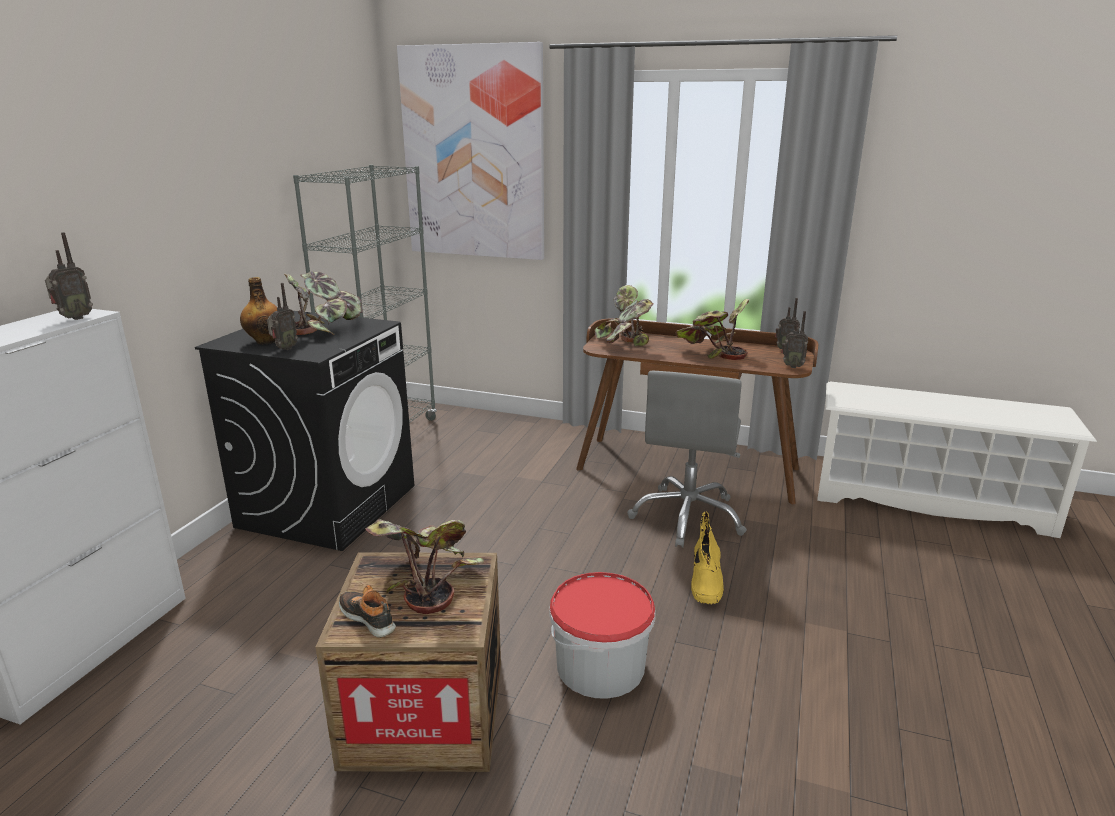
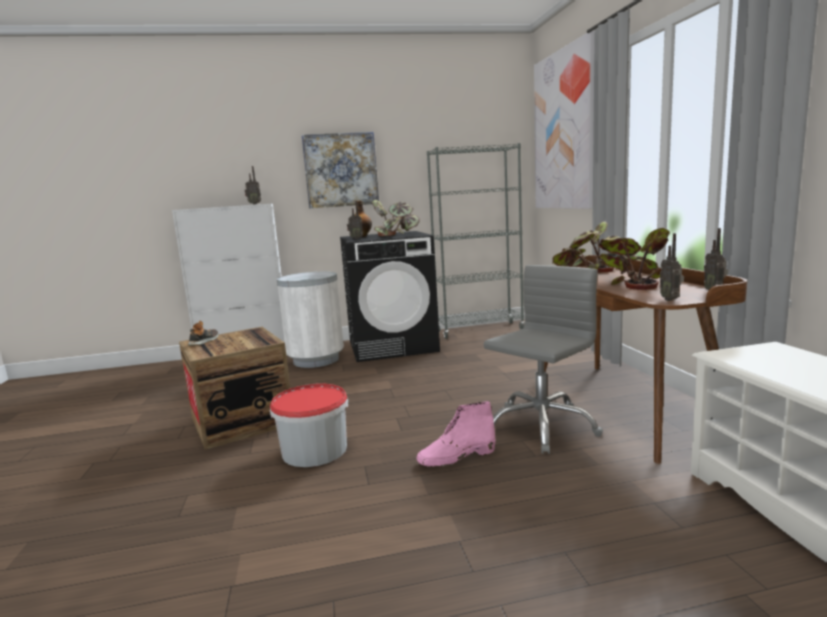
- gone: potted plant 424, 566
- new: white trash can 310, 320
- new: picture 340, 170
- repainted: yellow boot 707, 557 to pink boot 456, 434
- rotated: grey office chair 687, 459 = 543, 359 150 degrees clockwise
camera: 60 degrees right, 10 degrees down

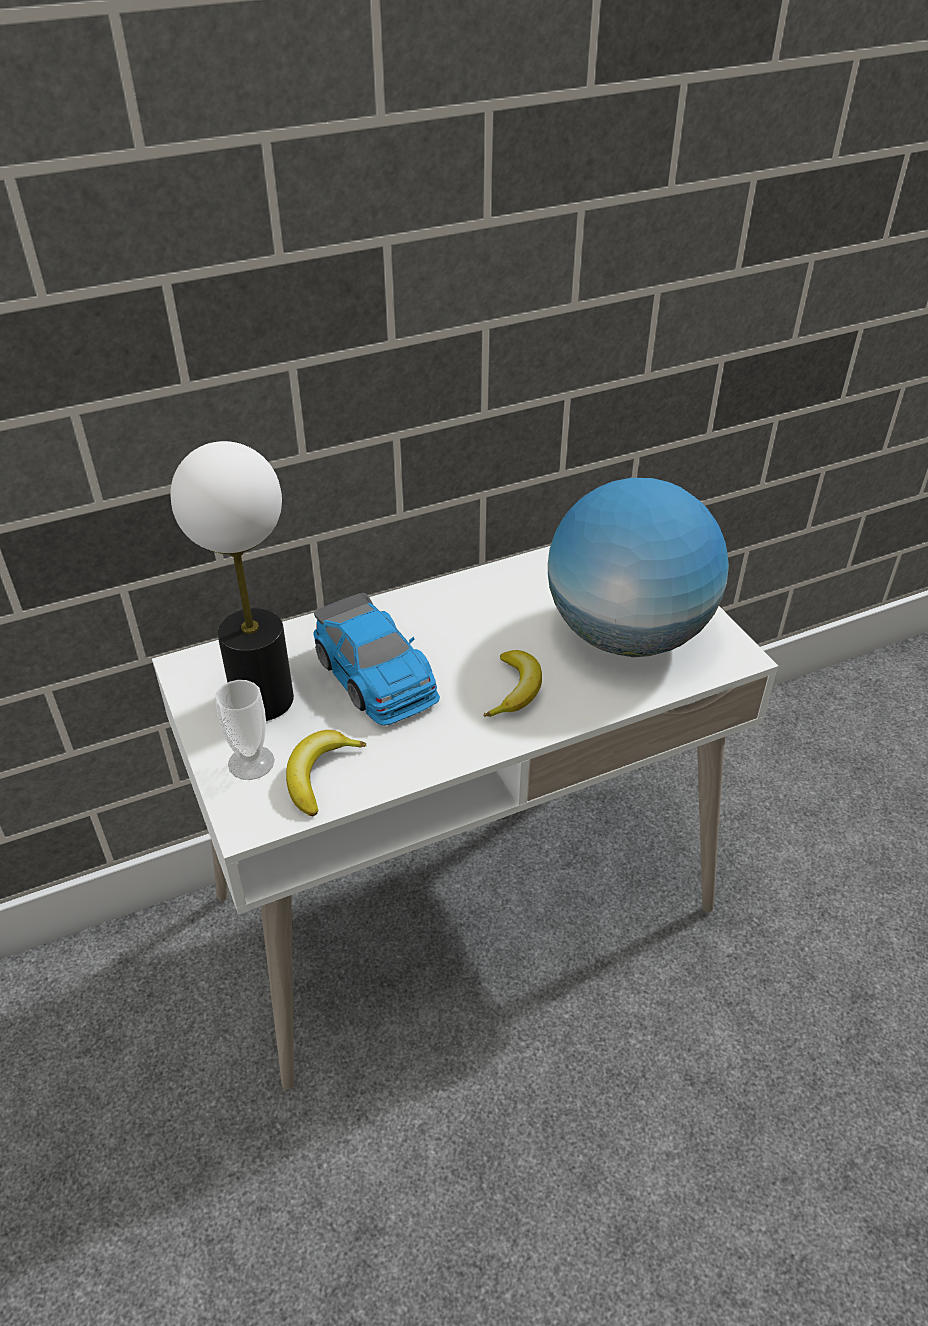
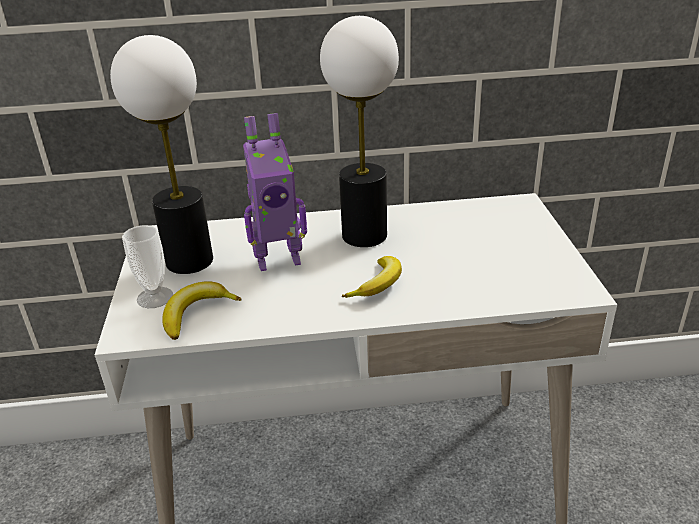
- gone: globe 638, 567
- new: table lamp 359, 131
- swapped: toy car 377, 659 to toy robot 275, 192
camera: 20 degrees right, 10 degrees down

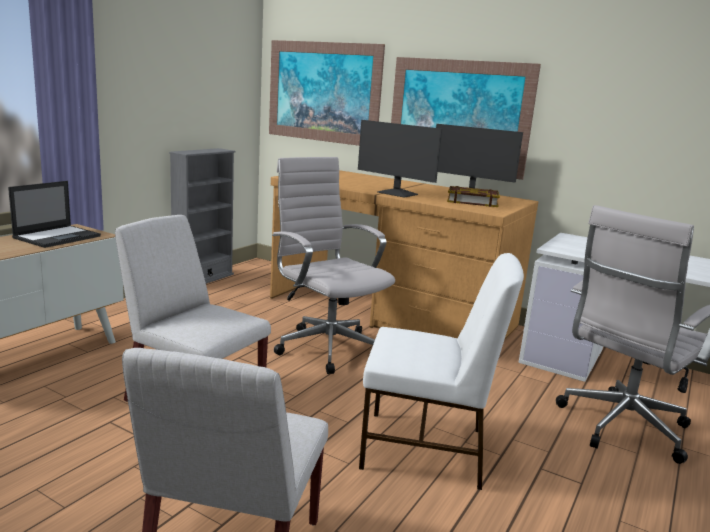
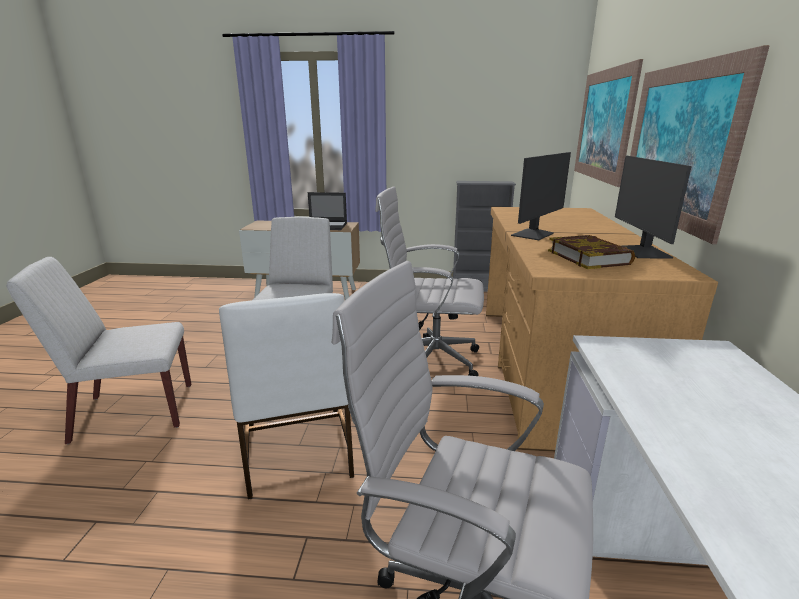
- rotated: white office chair 333, 265 = 429, 281 105 degrees counterclockwise
- rotated: monitor 400, 159 = 541, 196 150 degrees counterclockwise
camera: 65 degrees right, 5 degrees up

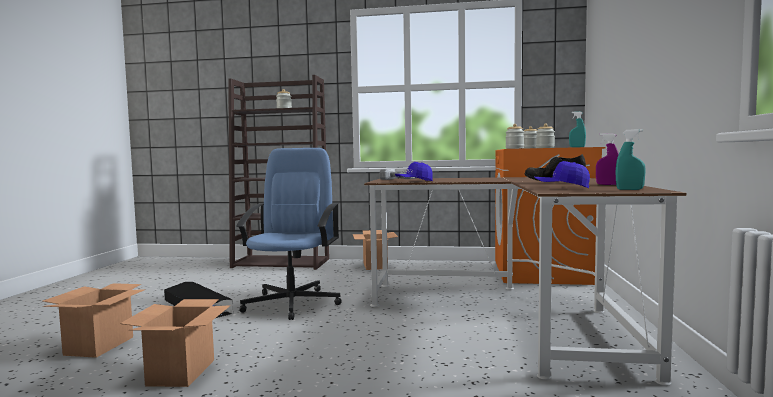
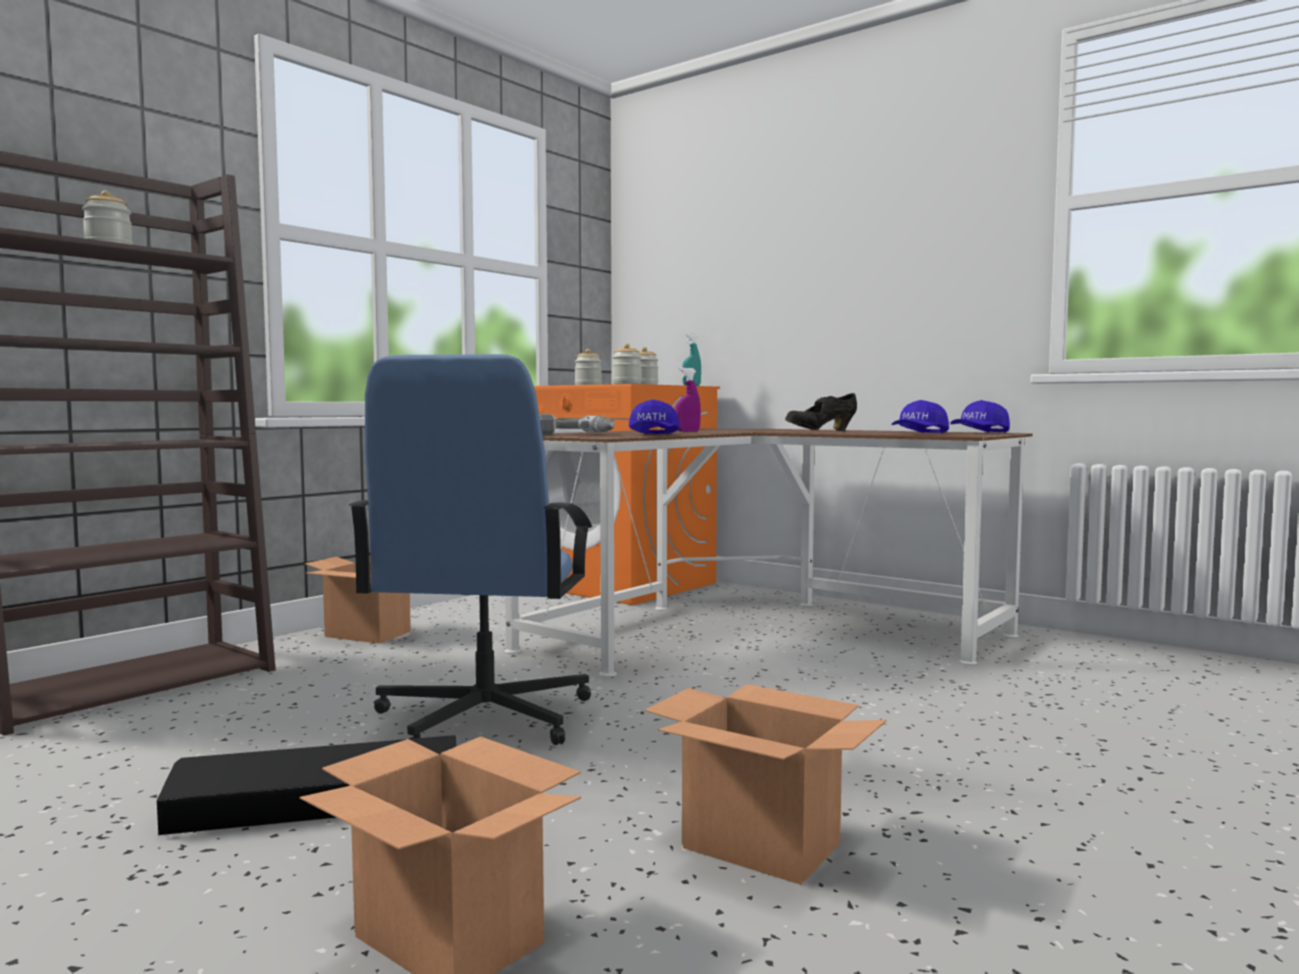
- shifted: purple spray bottle 607, 159 to 688, 400
- swapped: turquoise spray bottle 631, 159 to blue cap 980, 416
- rotated: blue office chair 288, 234 = 470, 549 120 degrees counterclockwise
camera: 60 degrees left, 0 degrees up

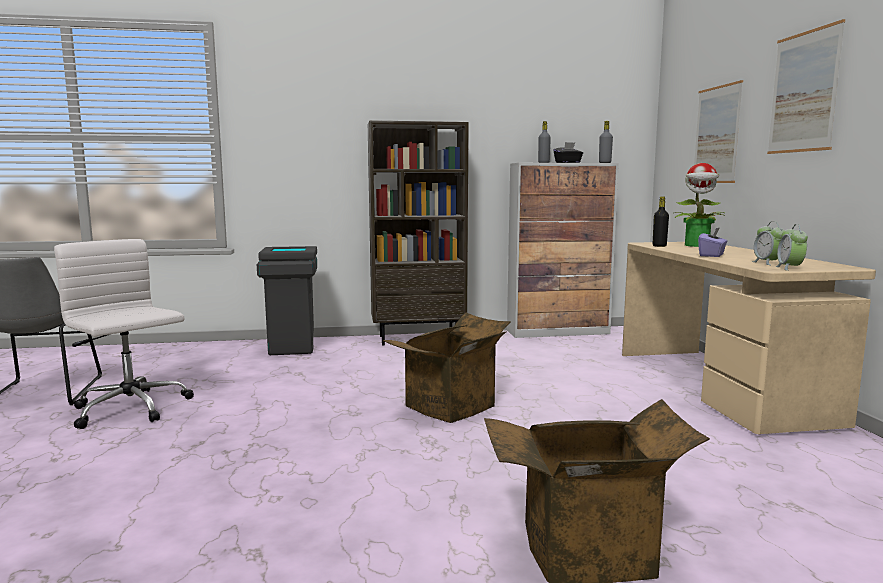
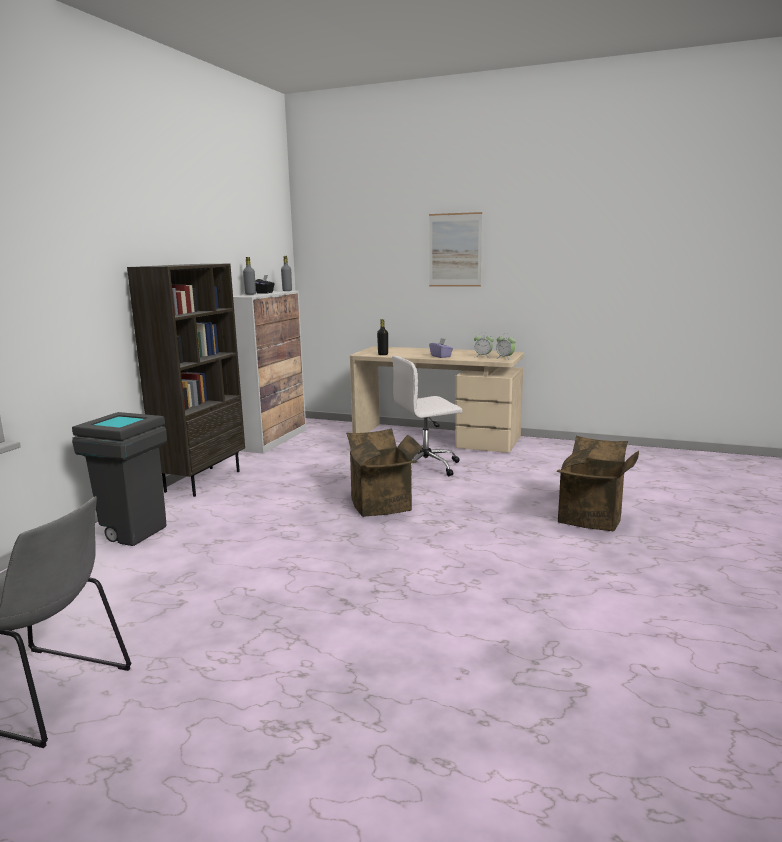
- gone: potted plant 699, 205
- gone: picture 718, 131
- shifted: white office chair 124, 334 to 427, 416
camera: 60 degrees left, 5 degrees up

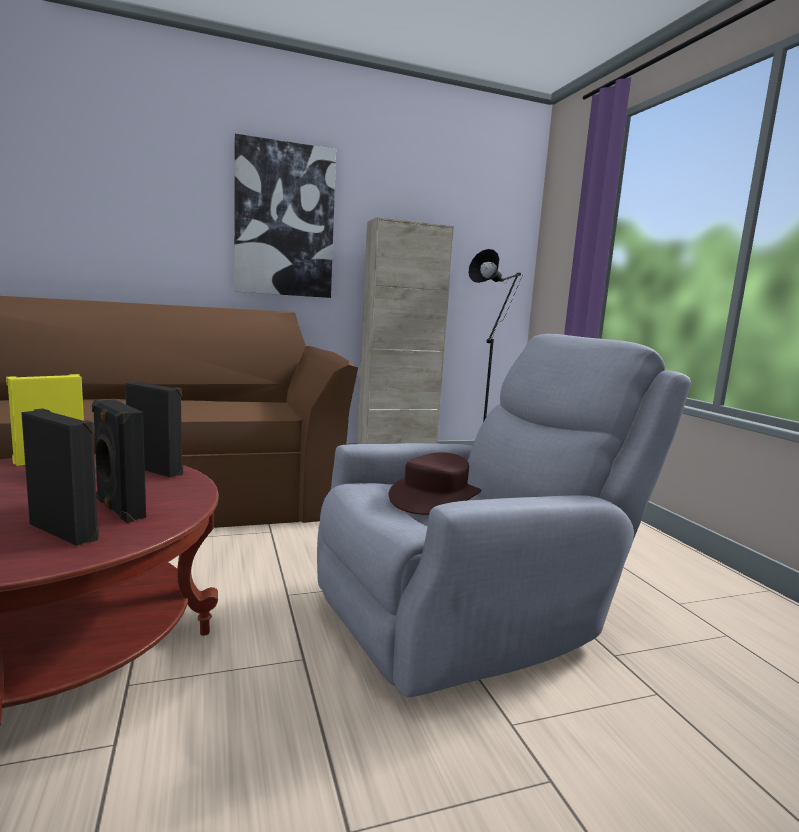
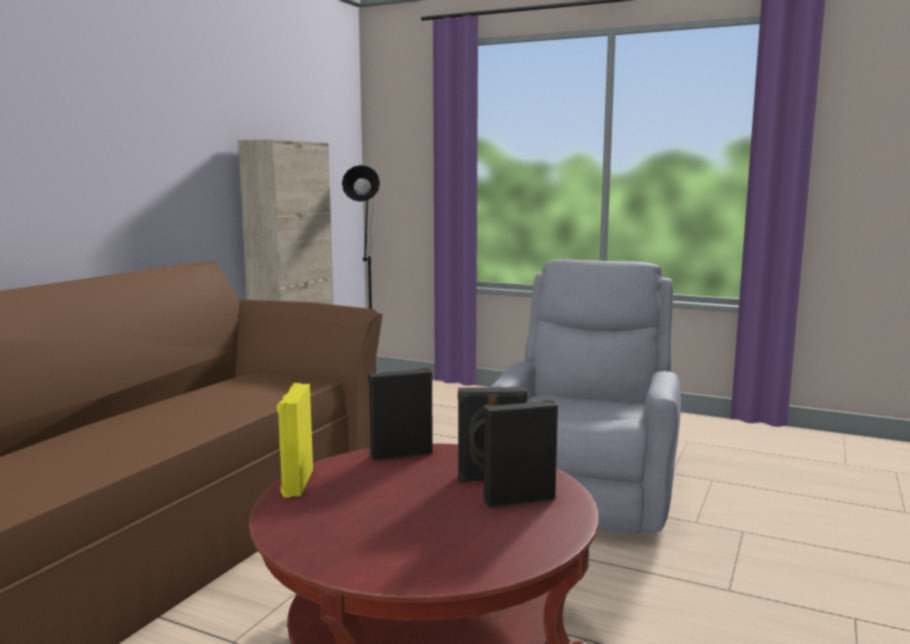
- gone: picture 285, 216
- gone: brown hat 435, 483
camera: 45 degrees left, 0 degrees up

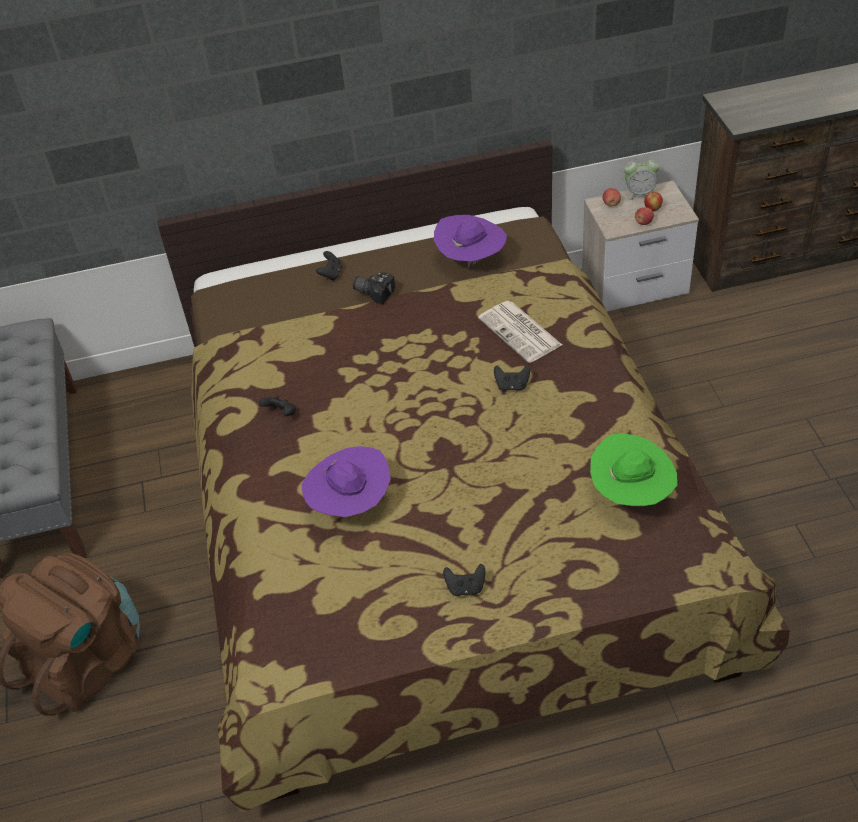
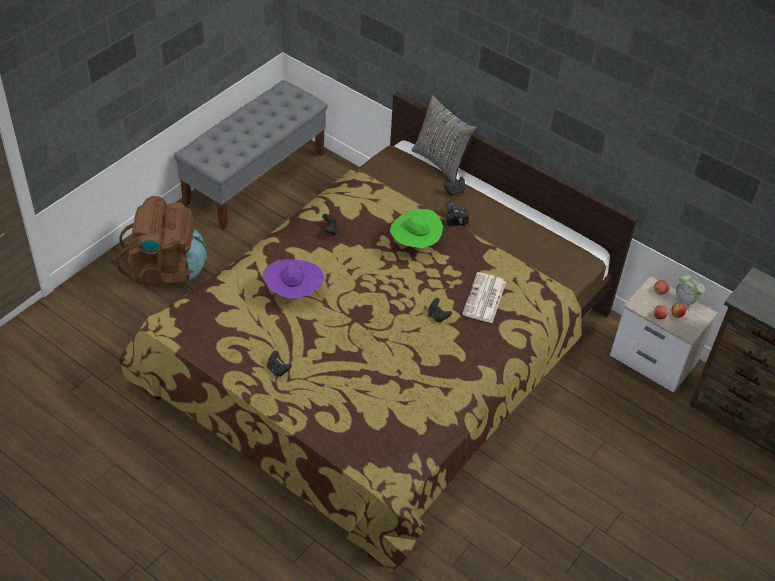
- gone: purple hat 470, 241
- new: grey pillow 444, 139
- shifted: green hat 633, 469 to 416, 228
camera: 45 degrees right, 0 degrees up

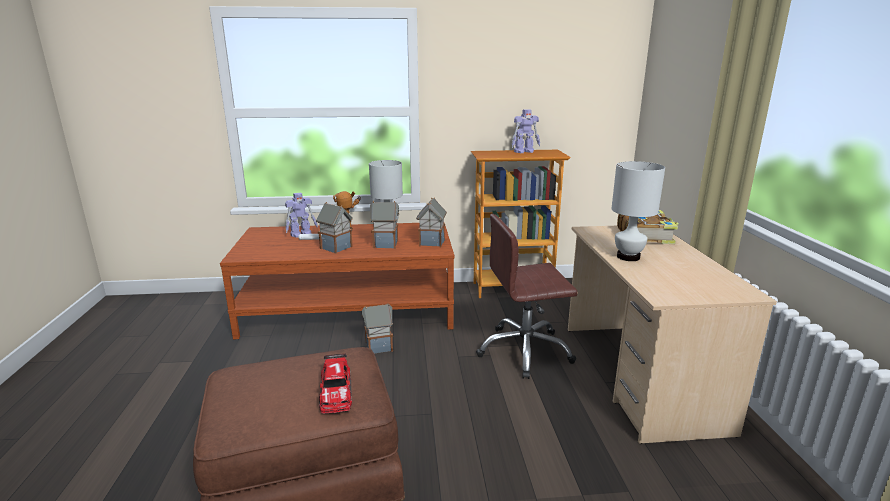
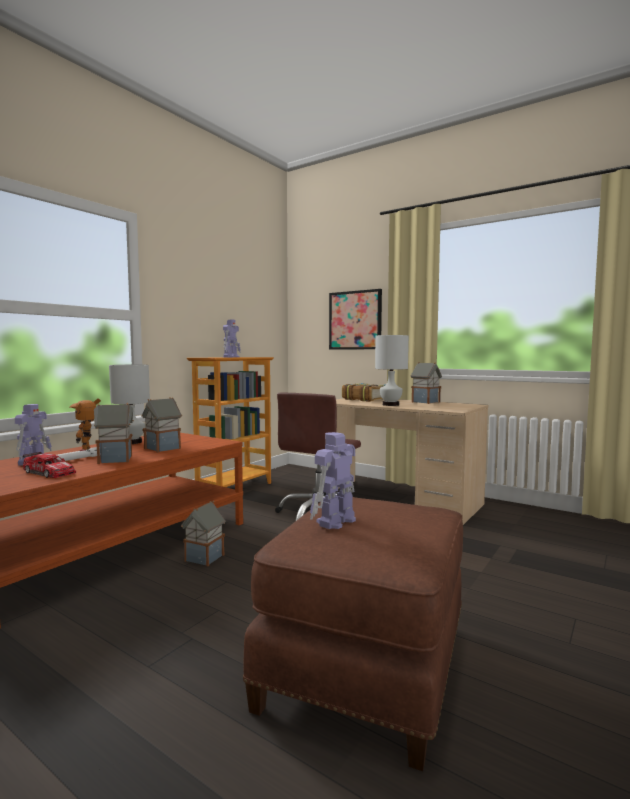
- new: toy robot 333, 480
- new: picture 355, 319
- shifted: toy car 335, 384 to 49, 465
- shifted: toy house 431, 222 to 426, 383
camera: 50 degrees left, 15 degrees down

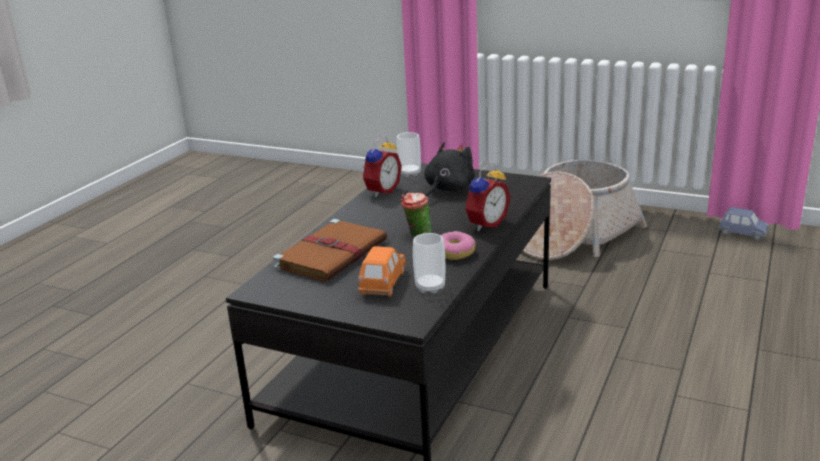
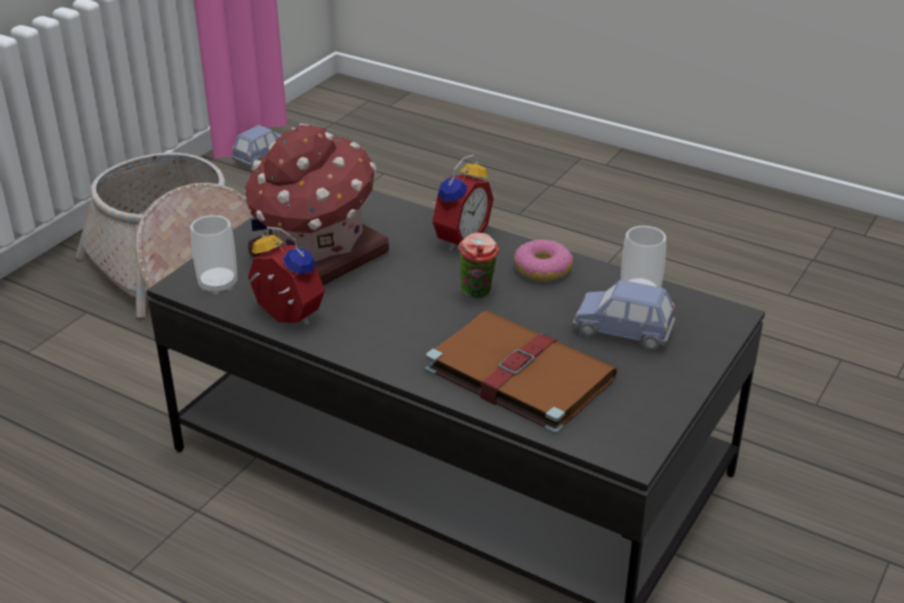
- swapped: black plush toy 449, 169 to toy house 316, 204
- repainted: orange toy car 382, 271 to blue toy car 624, 315
- rotated: alarm clock 487, 197 = 463, 203 75 degrees clockwise
camera: 85 degrees left, 10 degrees up

